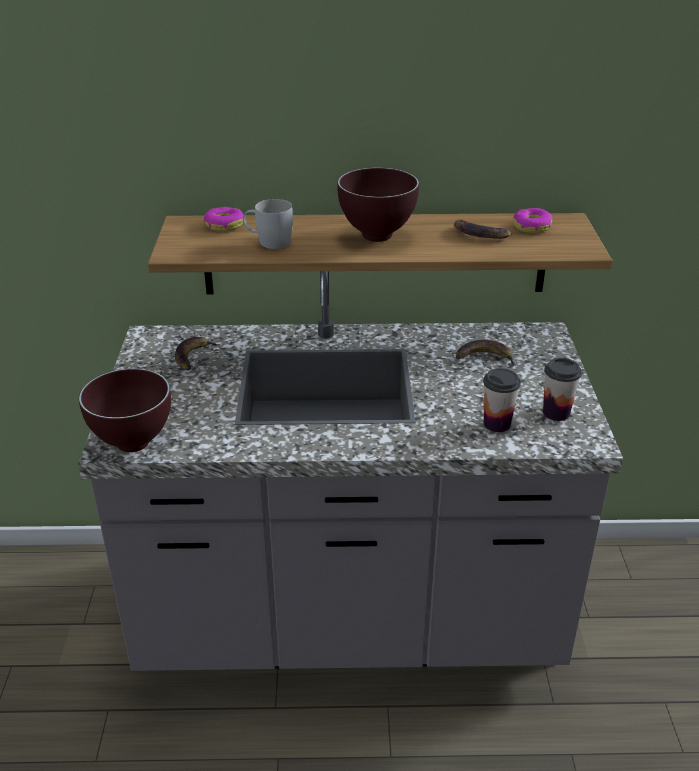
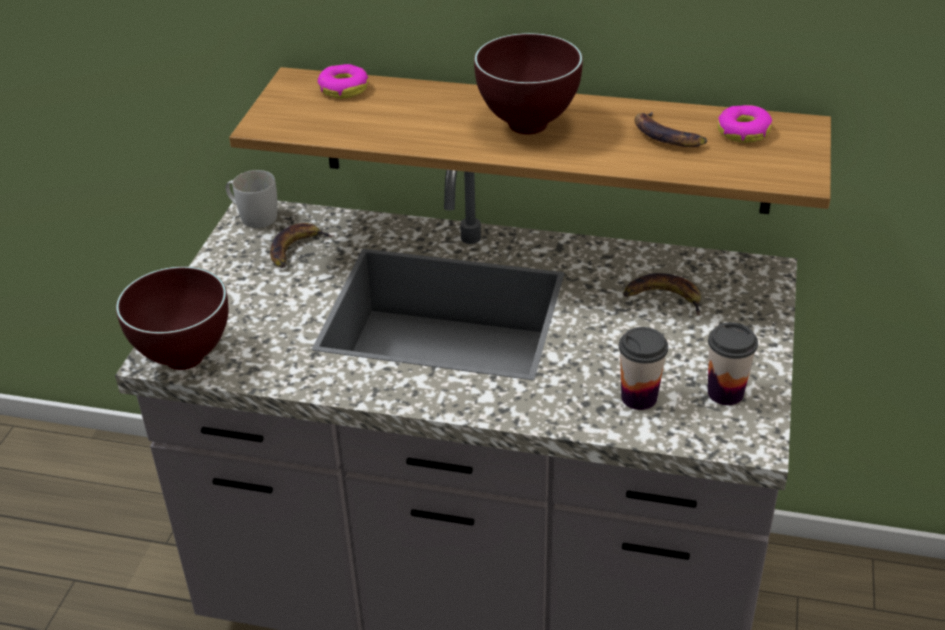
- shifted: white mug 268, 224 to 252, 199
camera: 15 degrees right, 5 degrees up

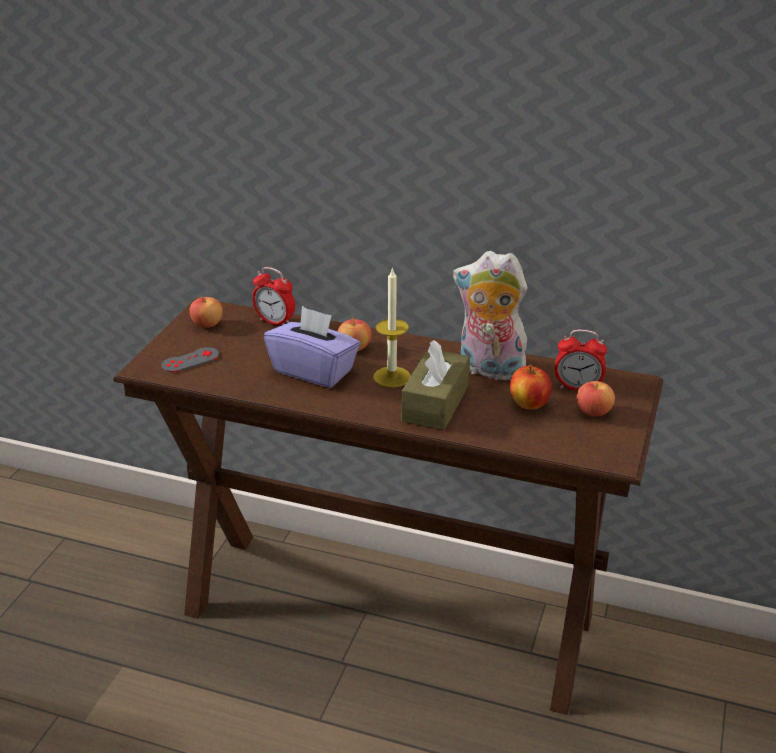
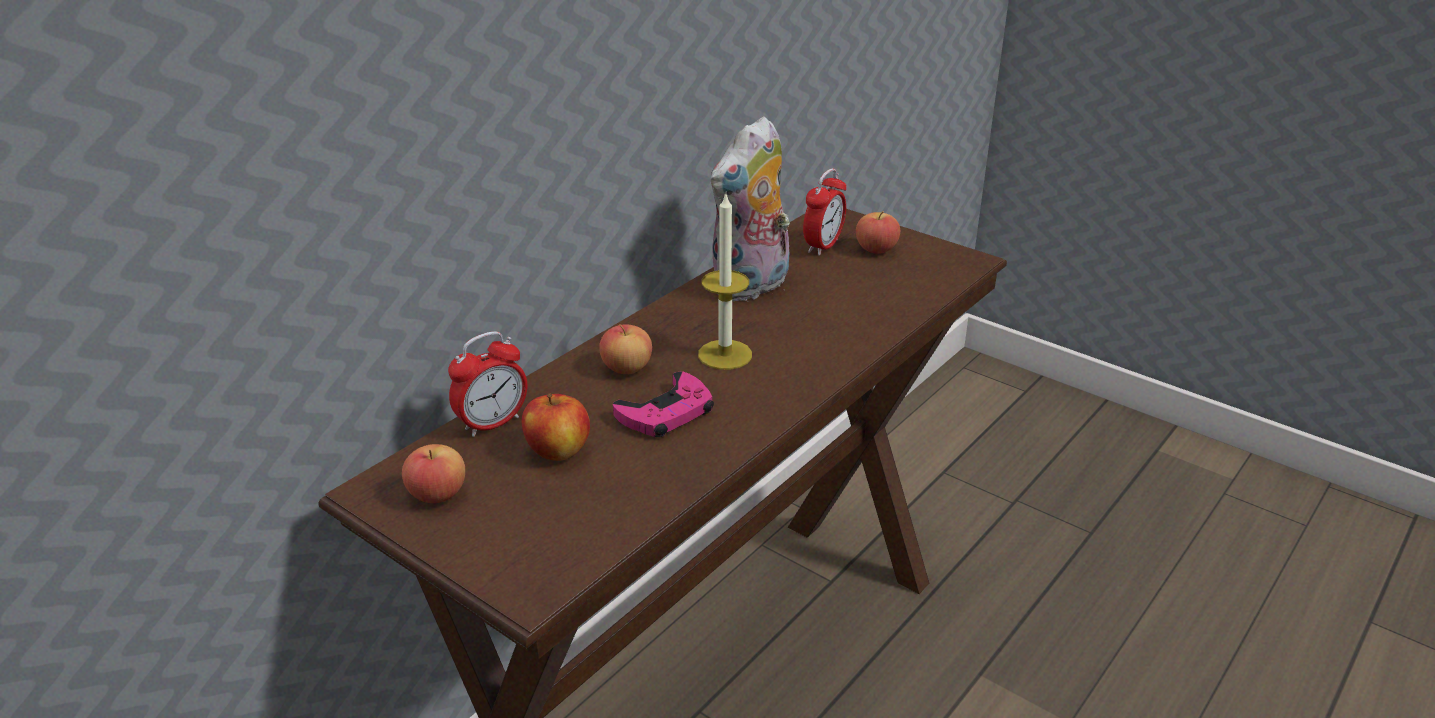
- gone: grey game controller 190, 359
- gone: brown tissue box 435, 385
- shifted: apple 531, 387 to 556, 427
- swapped: purple tissue box 312, 347 to pink game controller 663, 404
camera: 70 degrees left, 0 degrees up

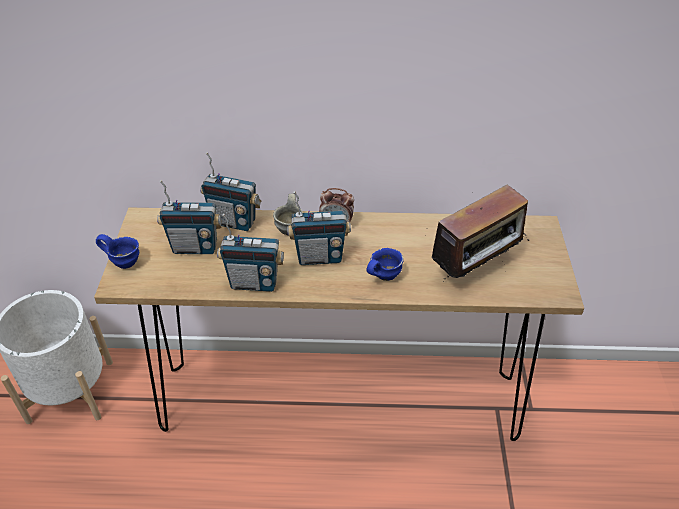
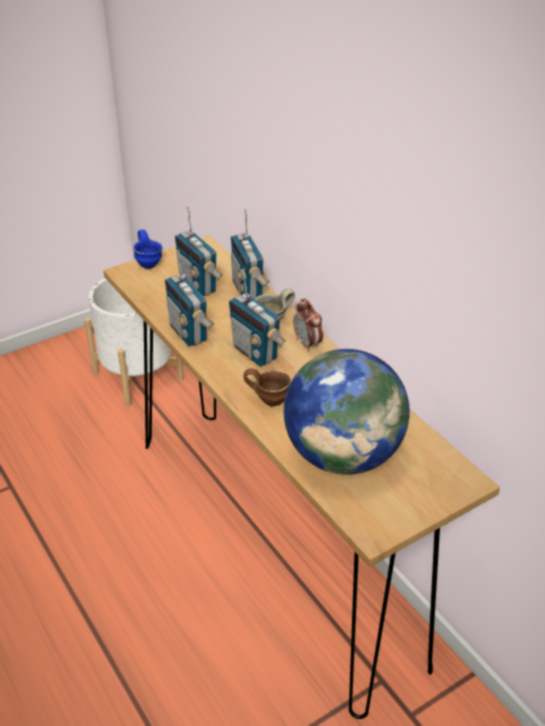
- swapped: radio 480, 232 to globe 347, 412
- repainted: blue mug 385, 264 to brown mug 267, 387
camera: 55 degrees right, 5 degrees down

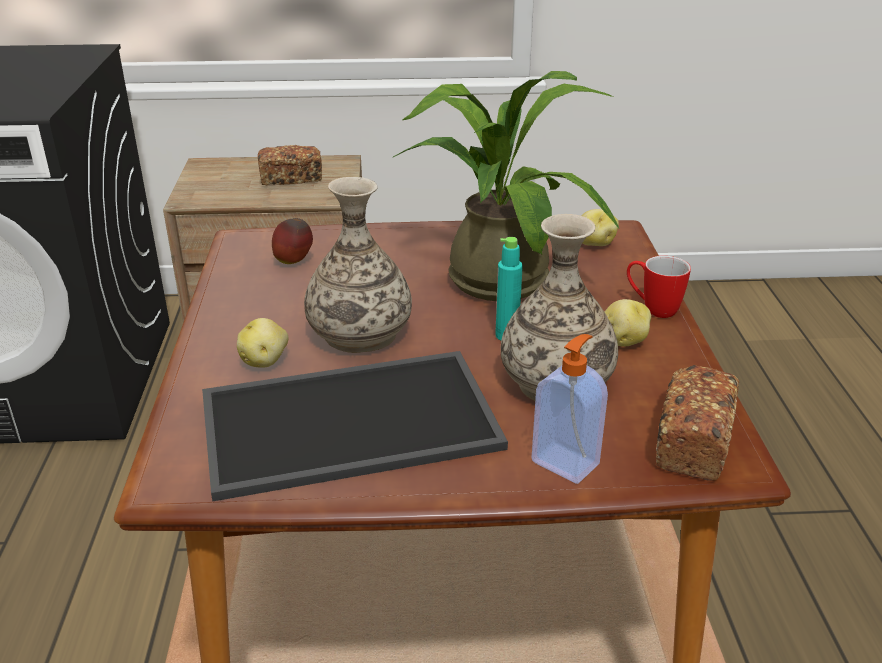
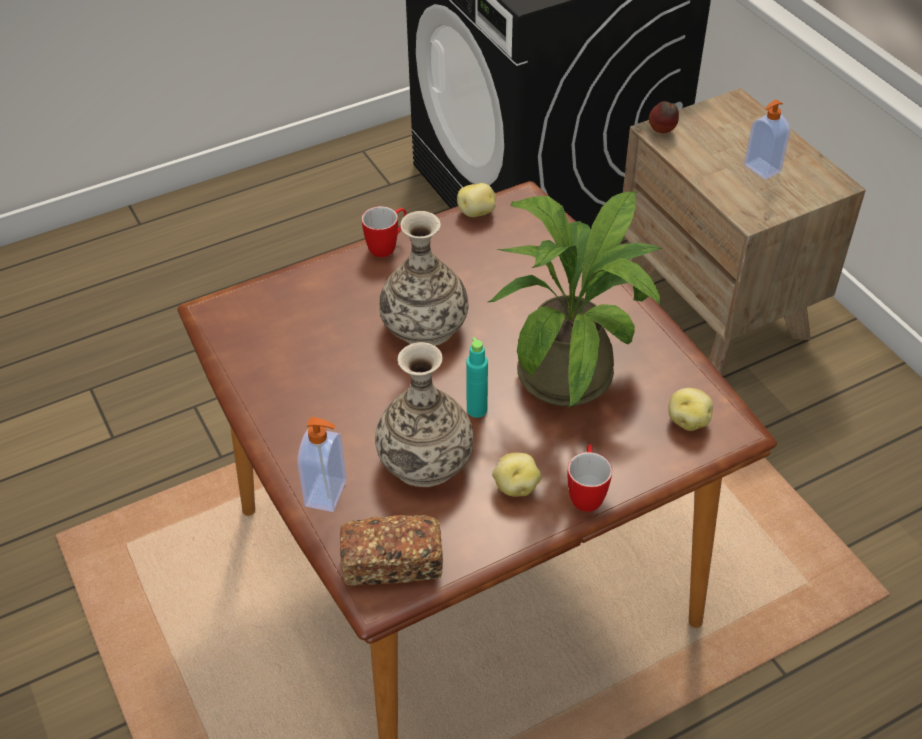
- gone: tray 355, 426
- new: mug 384, 231
- shifted: potato 263, 343 to 476, 200
- shifted: apple 292, 241 to 664, 117
- swapped: bread 290, 165 to soap dispenser 767, 139
camera: 65 degrees right, 15 degrees up

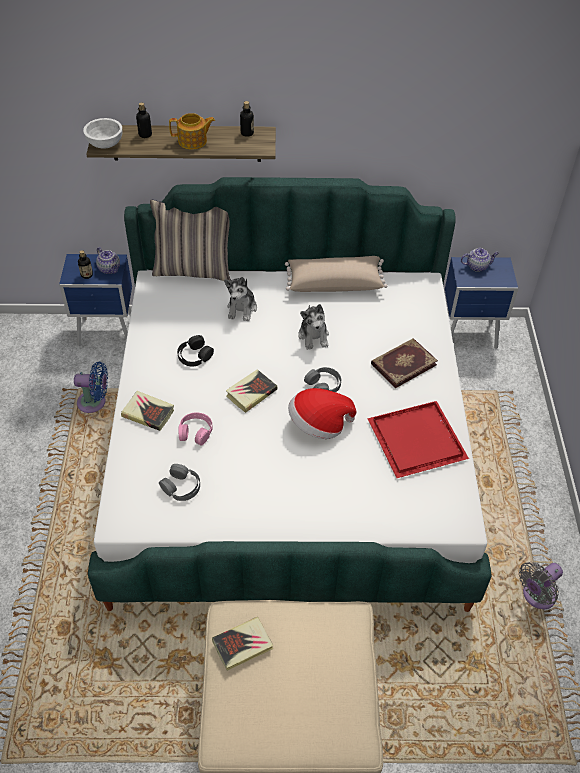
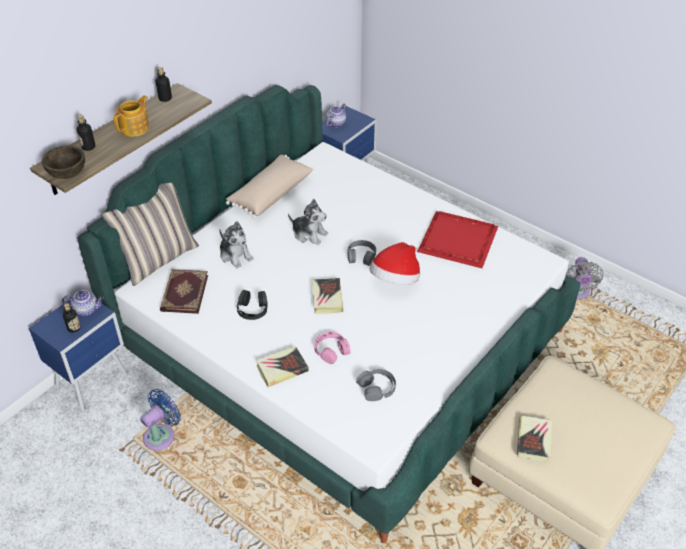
- shifted: book 404, 363 to 184, 291
- repainted: white bowl 102, 133 to brown bowl 63, 162
camera: 50 degrees left, 5 degrees down

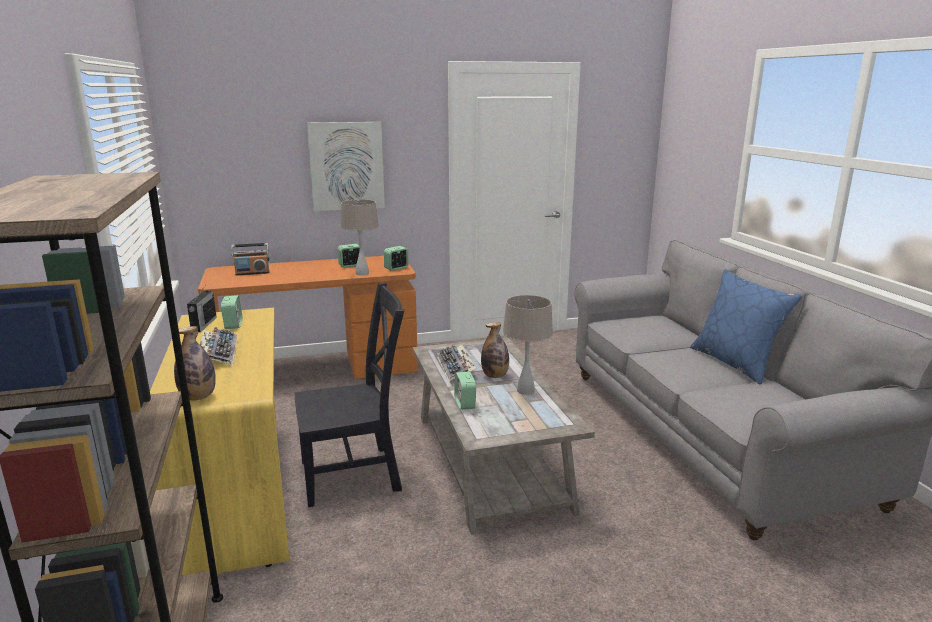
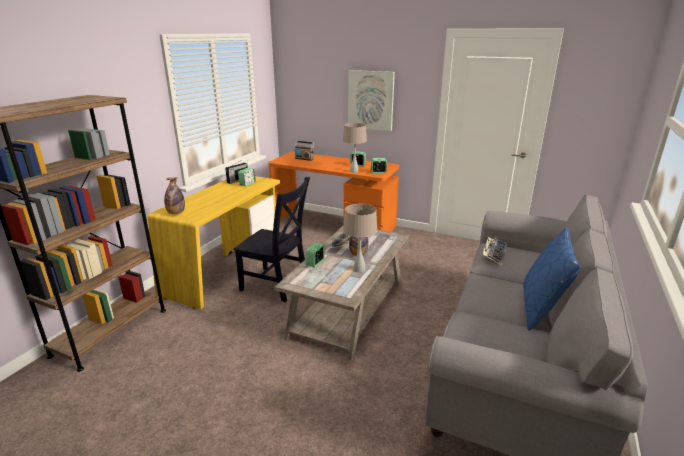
- shifted: keyboard 218, 346 to 494, 251
camera: 40 degrees right, 5 degrees up

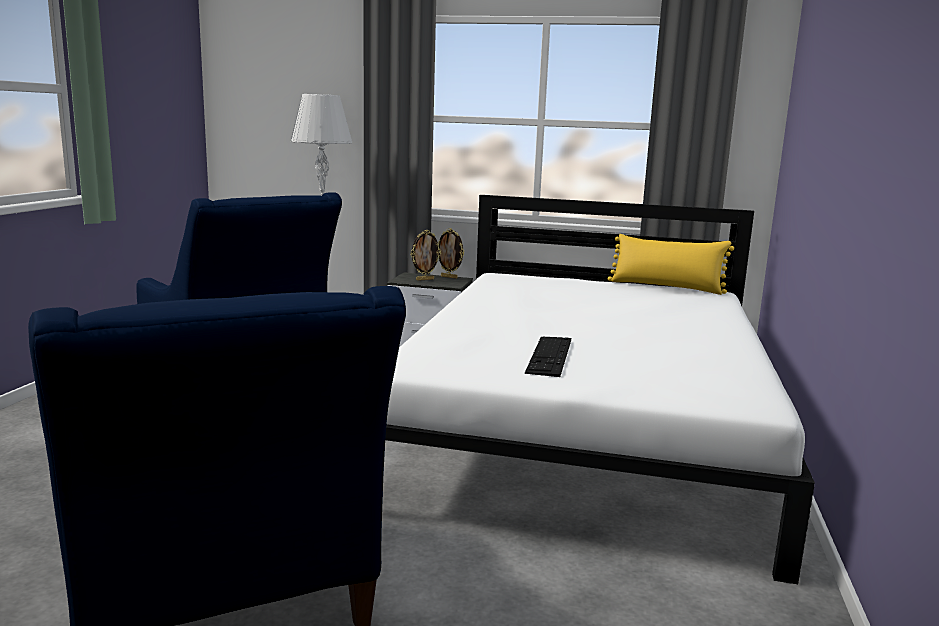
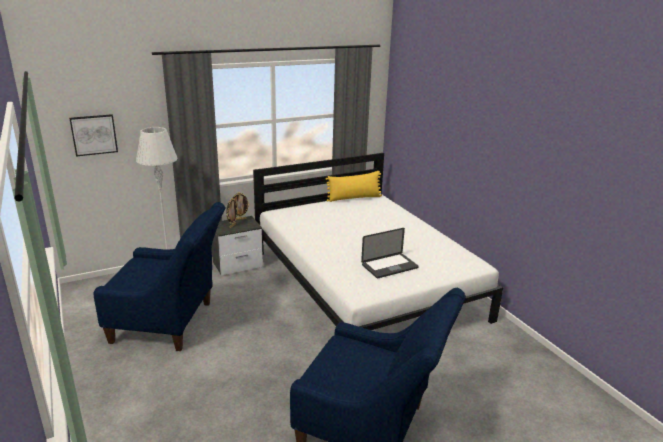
- new: picture 93, 135
- swapped: keyboard 548, 357 to laptop 389, 253
camera: 40 degrees left, 10 degrees up

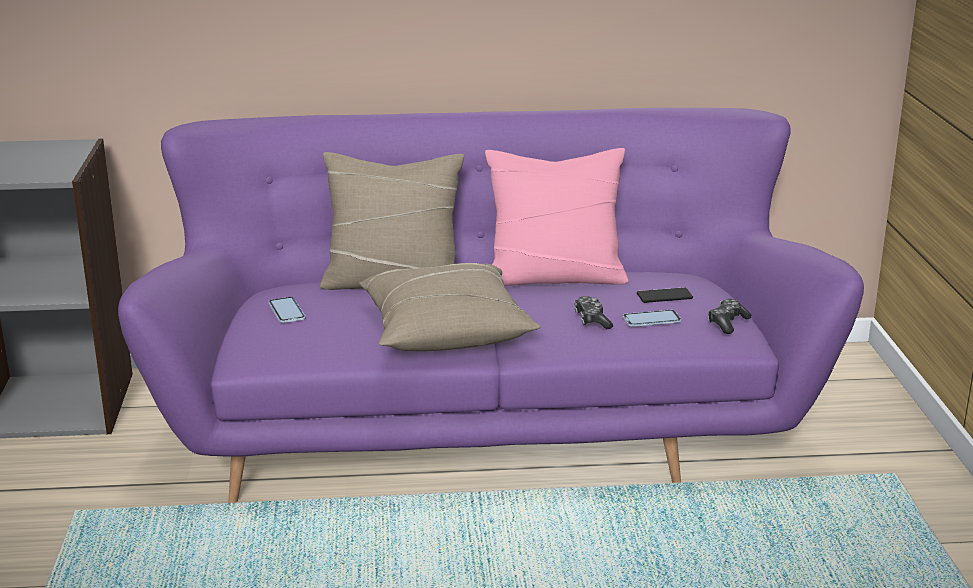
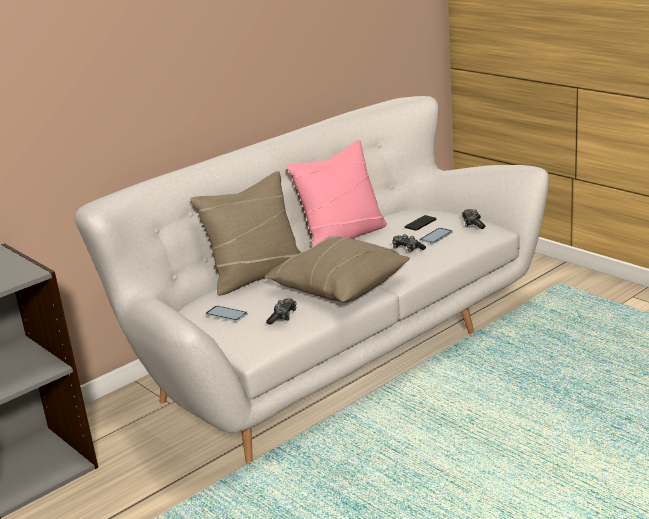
- new: game controller 281, 311
- repainted: purple sofa 491, 305 to white sofa 312, 280
camera: 35 degrees left, 0 degrees up

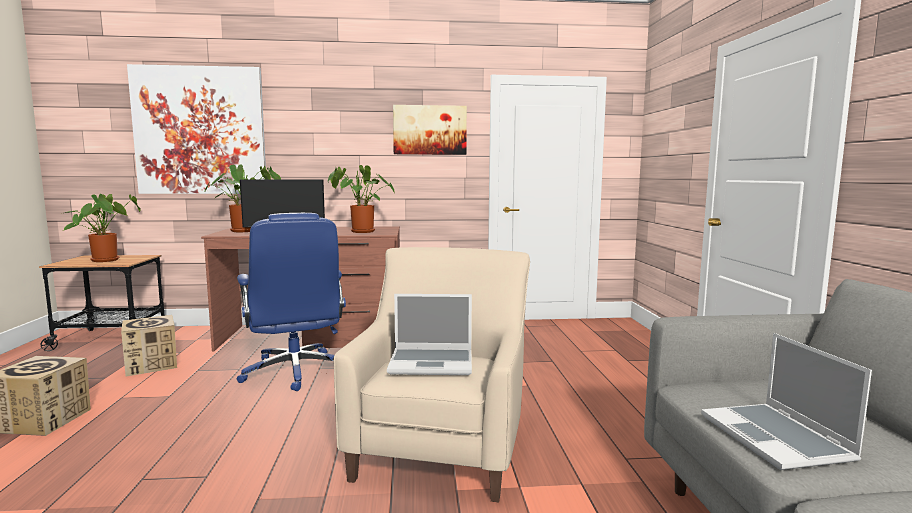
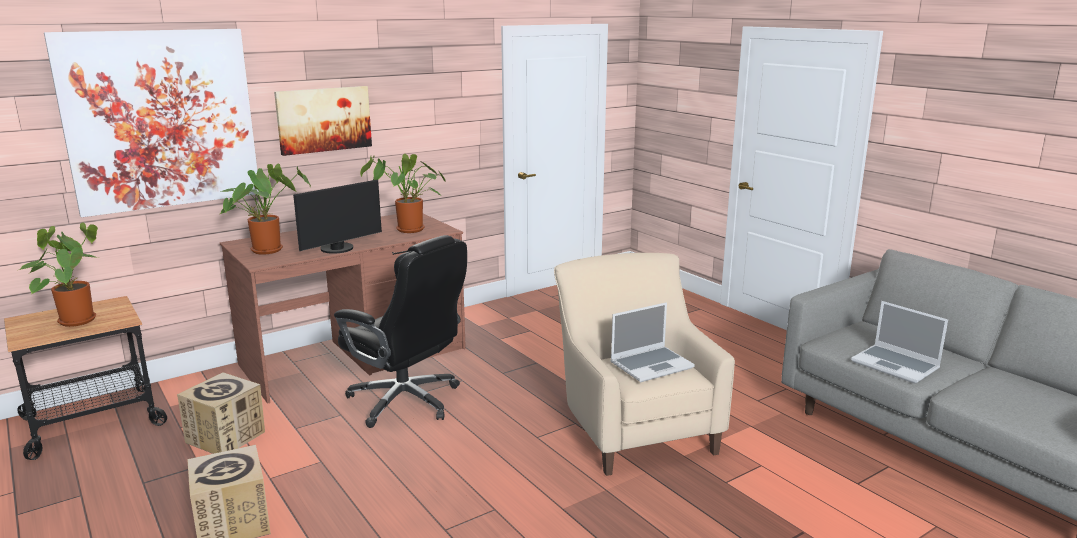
- shifted: picture 430, 130 to 323, 121
- repainted: blue office chair 291, 302 to black office chair 400, 331
camera: 30 degrees left, 10 degrees up

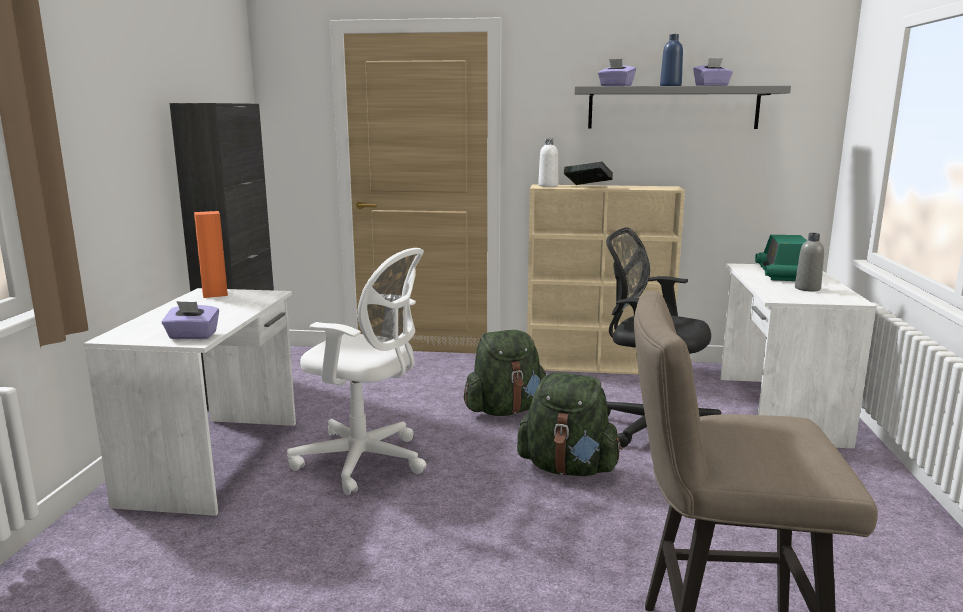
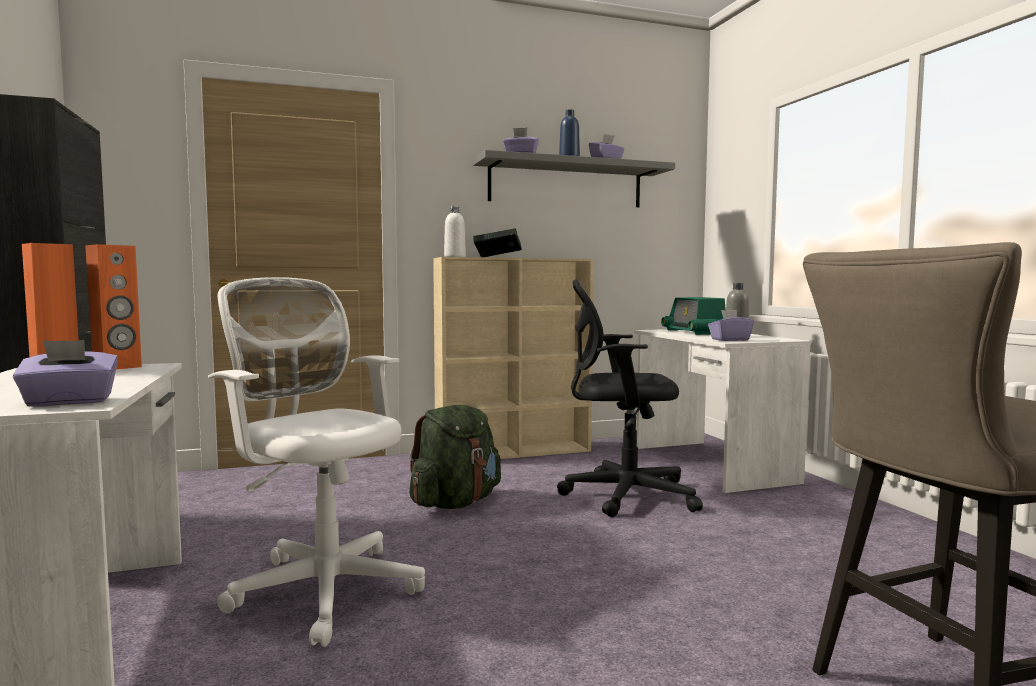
- gone: green backpack 570, 424
- new: orange speaker 113, 307
- new: purple tissue box 731, 325
- rotated: white office chair 357, 371 = 316, 462 135 degrees counterclockwise
camera: 25 degrees left, 10 degrees down

